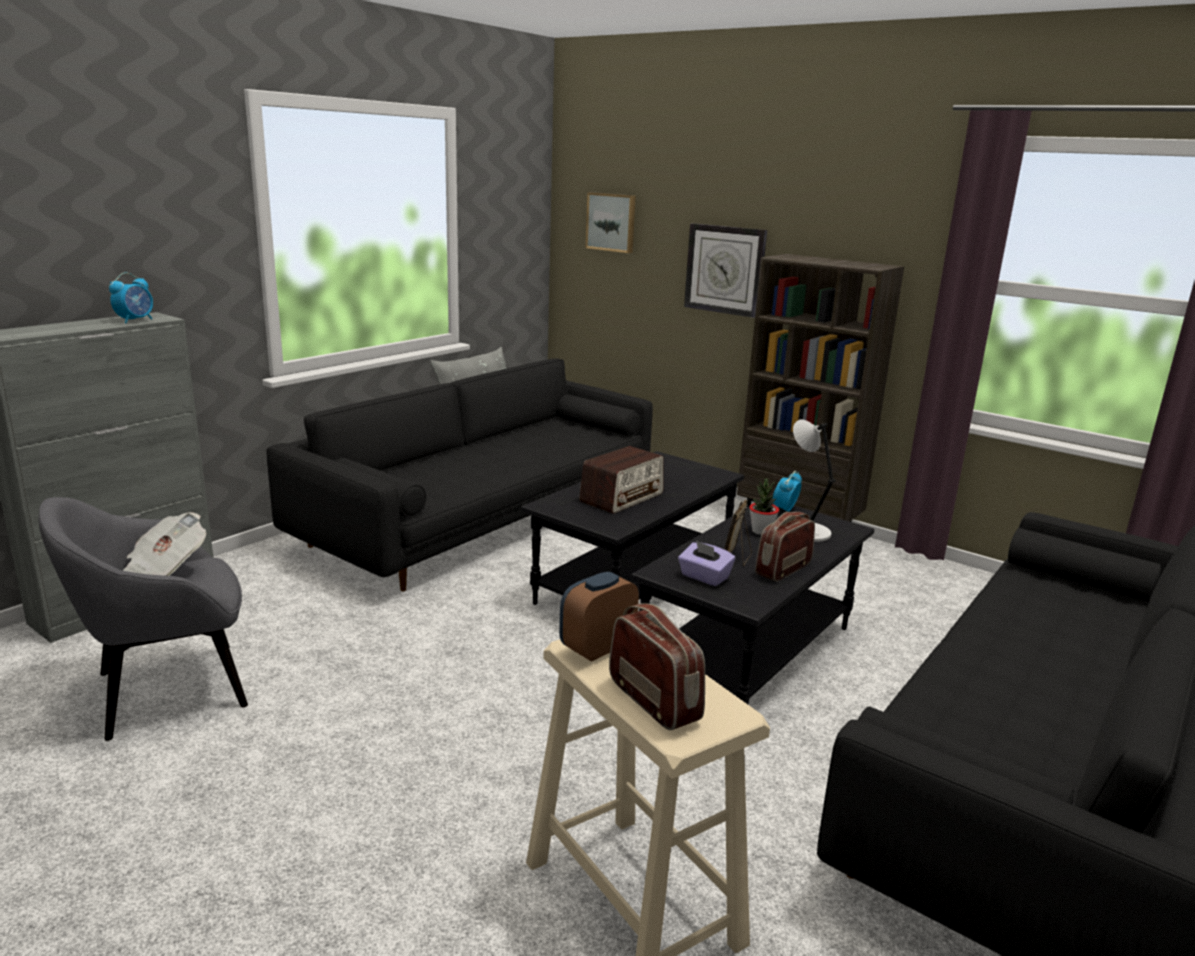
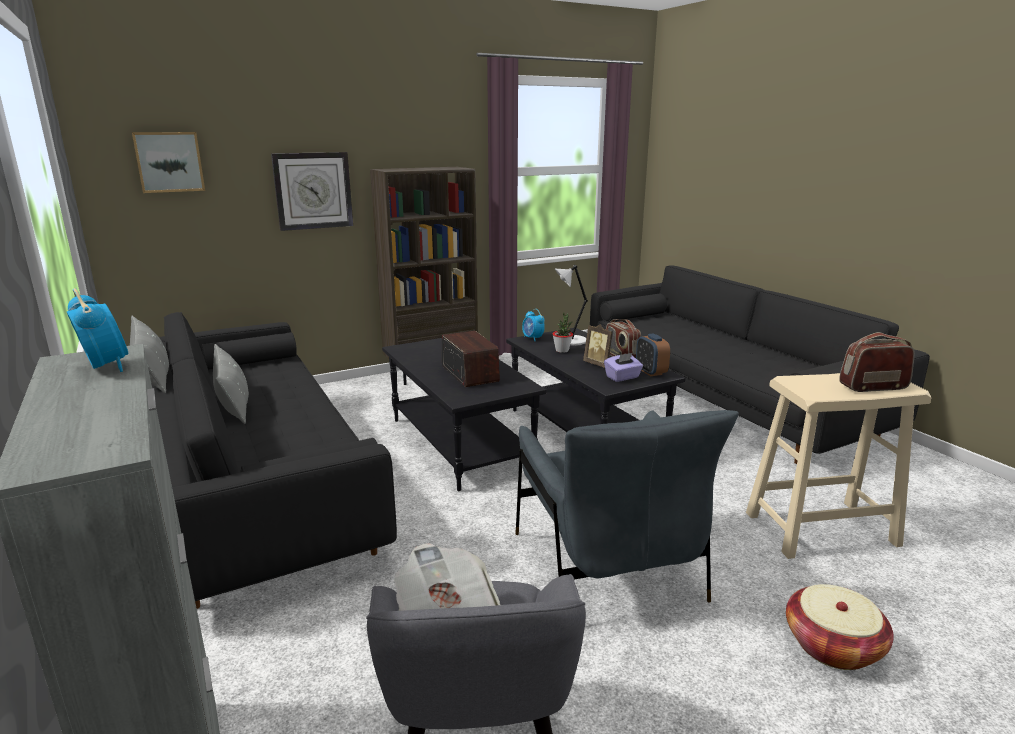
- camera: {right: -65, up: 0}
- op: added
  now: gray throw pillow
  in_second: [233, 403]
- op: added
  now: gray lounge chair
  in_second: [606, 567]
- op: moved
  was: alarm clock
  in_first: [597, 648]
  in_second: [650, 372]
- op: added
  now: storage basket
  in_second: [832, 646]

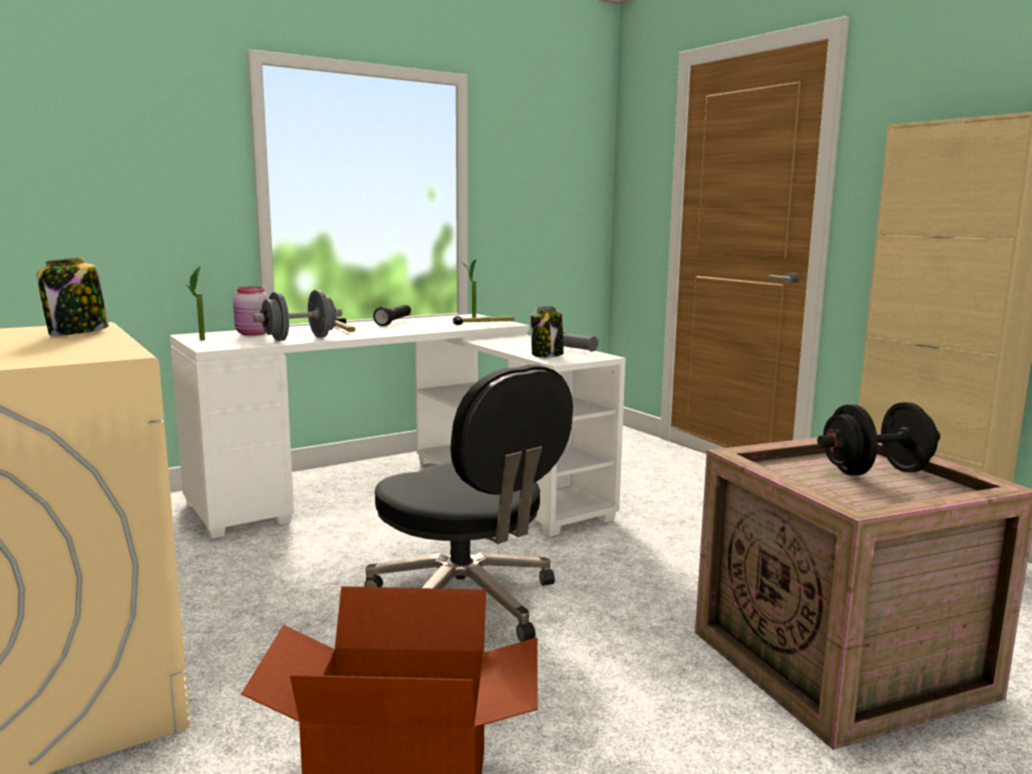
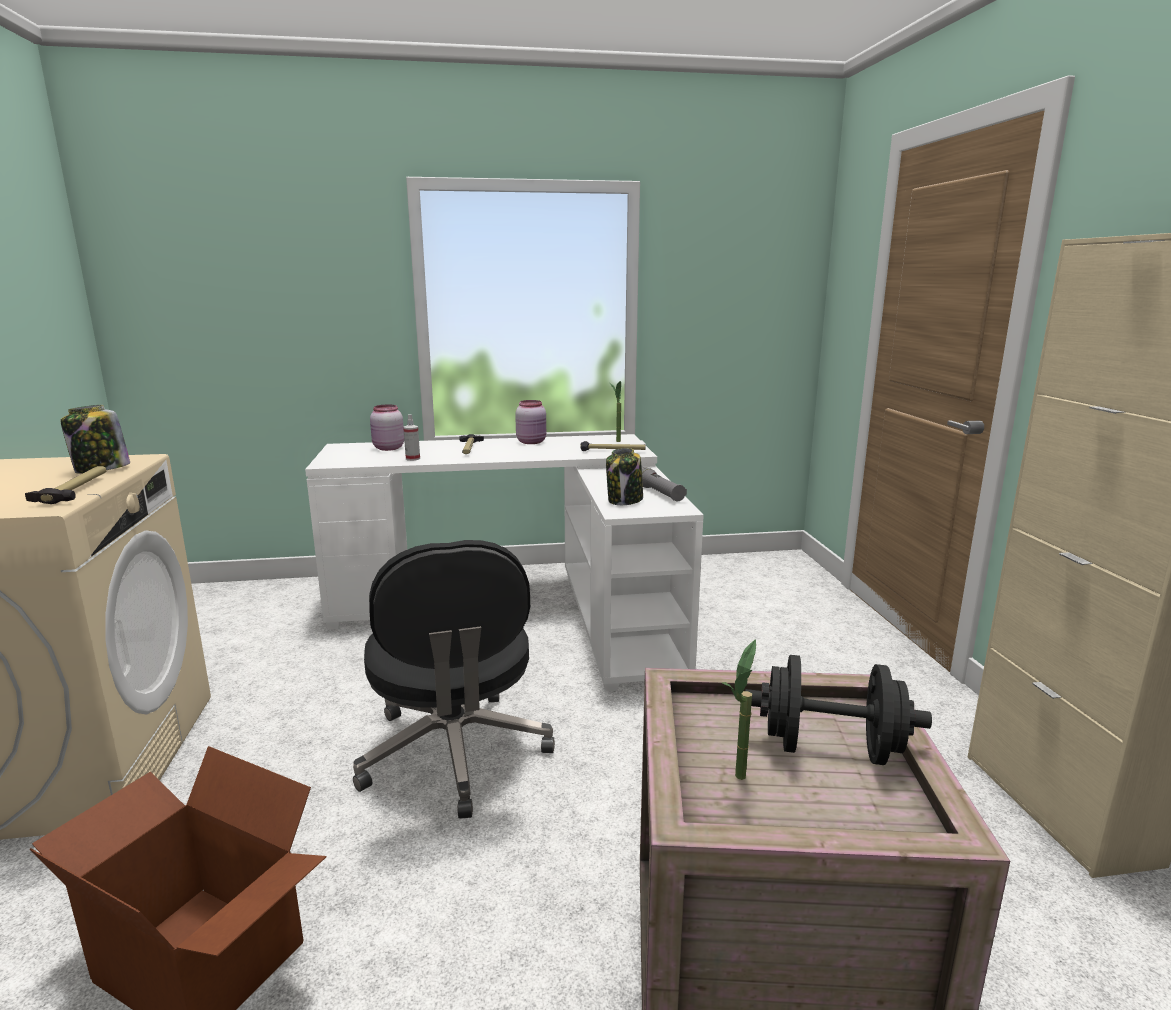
- camera: {right: 25, up: 5}
- op: added
  now: hammer
  in_second: [76, 490]
- op: replaced
  was: gray hand weight
  now: hand sprayer
  in_first: [299, 339]
  in_second: [413, 459]
- op: replaced
  was: black hand torch
  now: pinkish jar
  in_first: [394, 322]
  in_second: [532, 442]
- op: moved
  was: plant in a pot
  in_first: [200, 340]
  in_second: [738, 783]

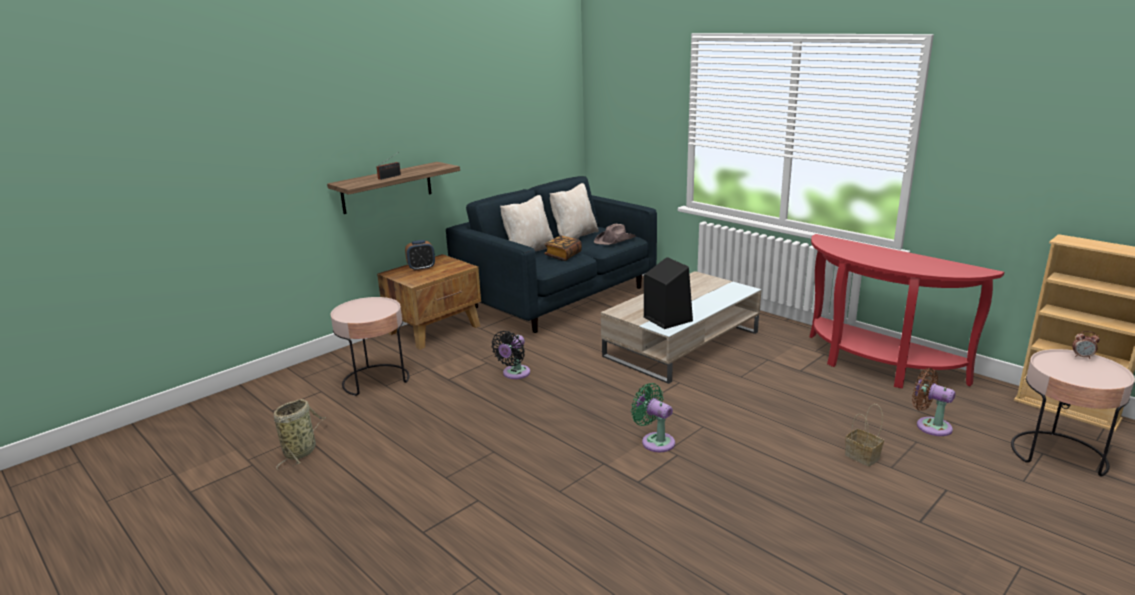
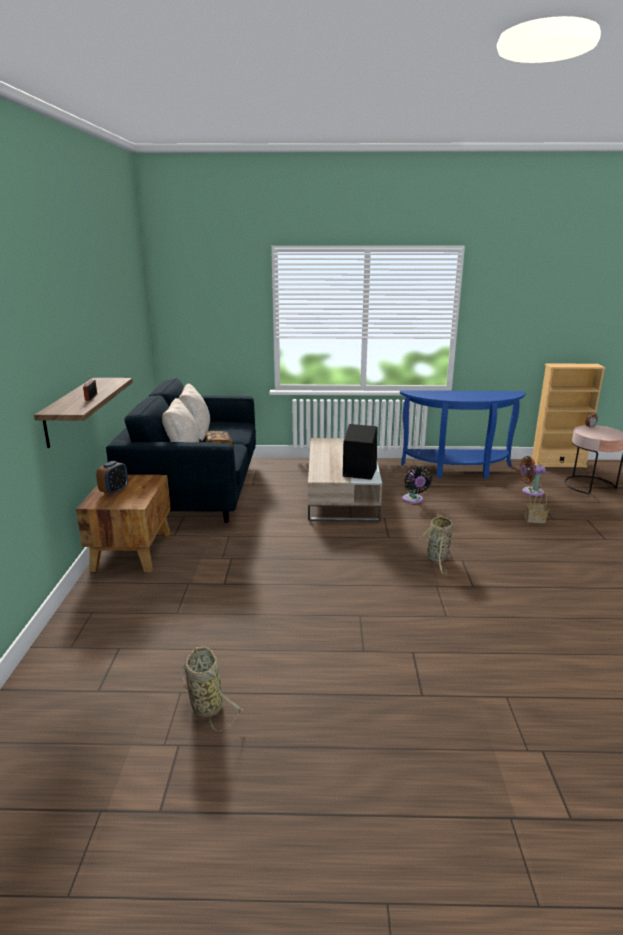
- camera: {right: -45, up: 0}
- op: recoloured
  was: red-coloured console table
  now: blue console table
  in_first: [875, 365]
  in_second: [457, 470]
- op: moved
  was: black electric fan
  in_first: [514, 374]
  in_second: [413, 500]
- op: replaced
  was: green-coloured electric fan
  now: storage basket
  in_first: [655, 441]
  in_second: [437, 558]
- op: removed
  was: pinkish side table
  in_first: [376, 380]
- op: removed
  was: brown-coloured wearable hat
  in_first: [615, 240]

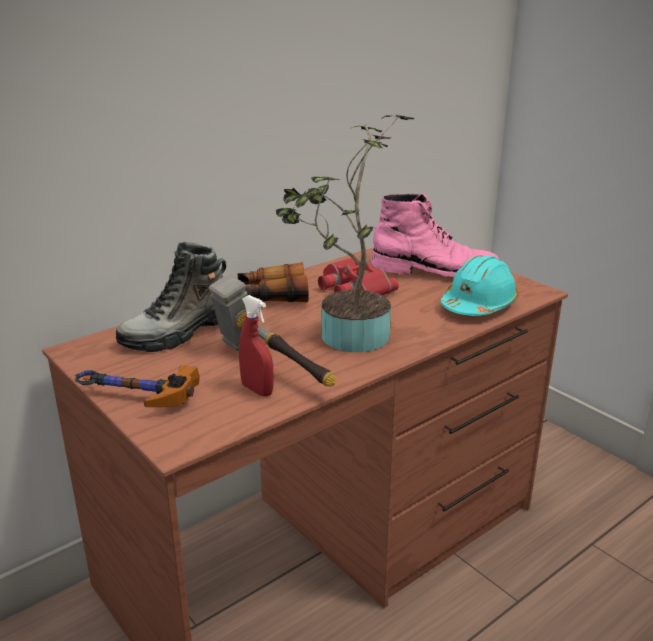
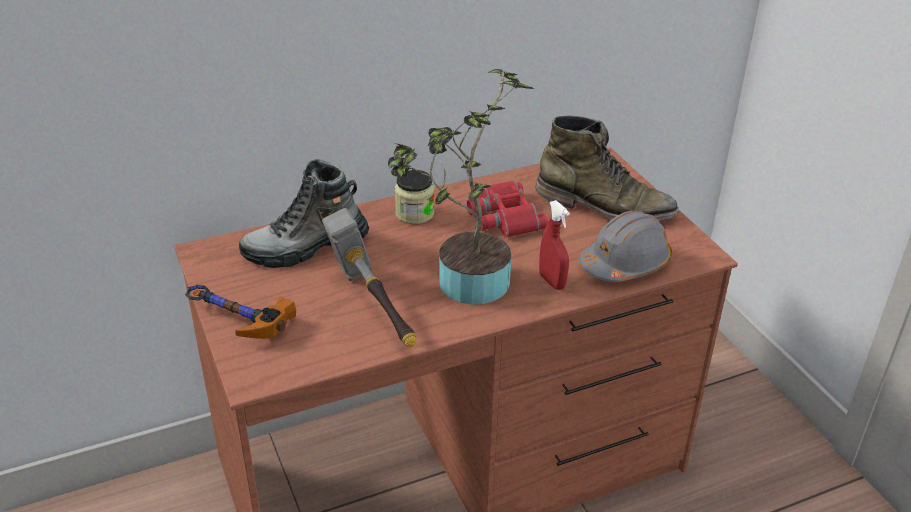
- camera: {right: 15, up: 10}
- op: replaced
  was: pair of binoculars
  now: jar
  in_first: [272, 296]
  in_second: [414, 214]
- op: recoloured
  was: pinkish boot
  now: green-coloured boot
  in_first: [435, 271]
  in_second: [604, 206]
- op: moved
  was: red-coloured hand sprayer
  in_first: [257, 390]
  in_second: [552, 281]
- op: recoloured
  was: turquoise-coloured hard hat
  now: gray hard hat
  in_first: [478, 305]
  in_second: [625, 263]

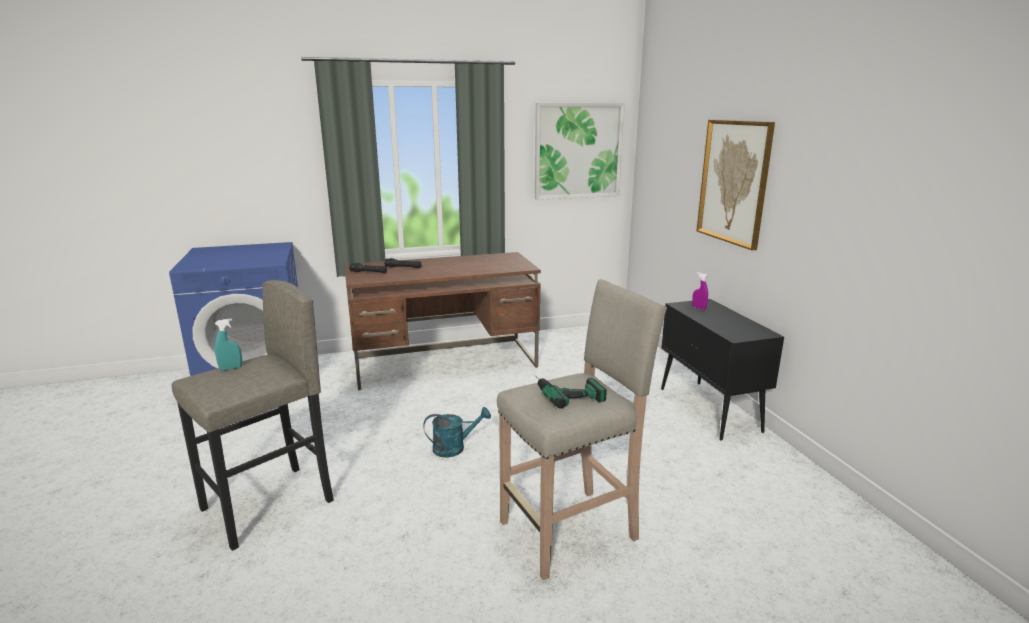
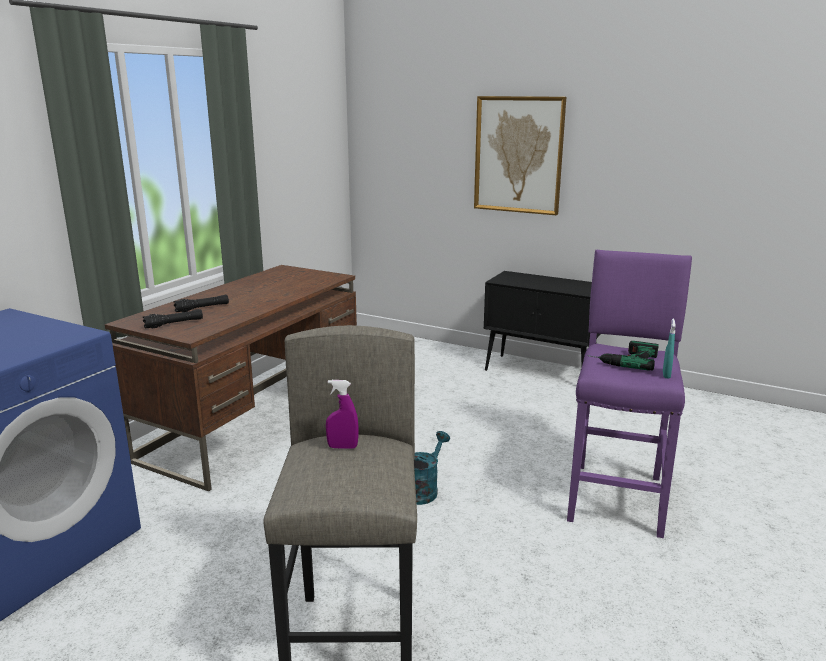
- camera: {right: -45, up: 0}
- op: moved
  was: purplish hand sprayer
  in_first: [699, 308]
  in_second: [342, 447]
- op: recoloured
  was: beige stool seat
  now: purplish stool seat
  in_first: [571, 530]
  in_second: [617, 496]
- op: moved
  was: turquoise-coloured hand sprayer
  in_first: [231, 368]
  in_second: [666, 374]
- op: removed
  was: picture
  in_first: [578, 151]

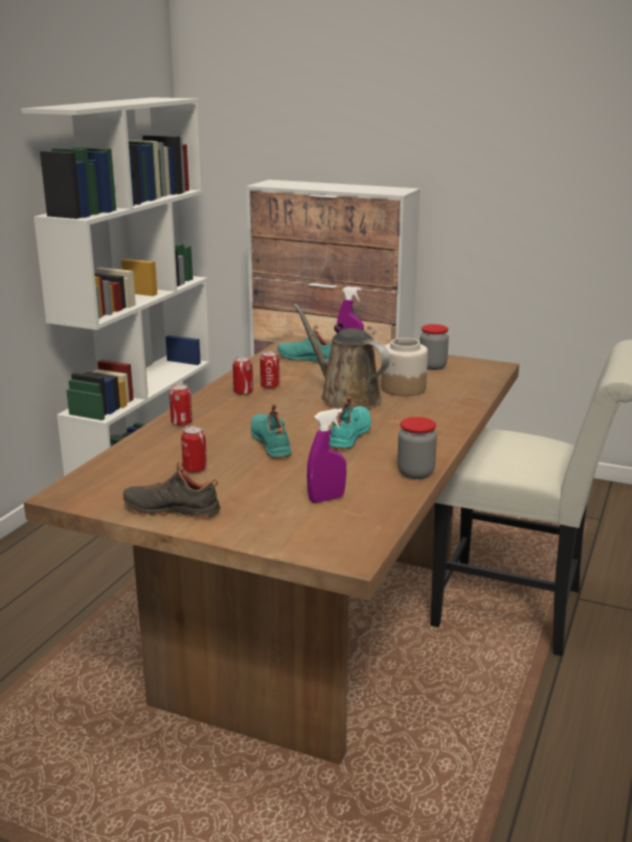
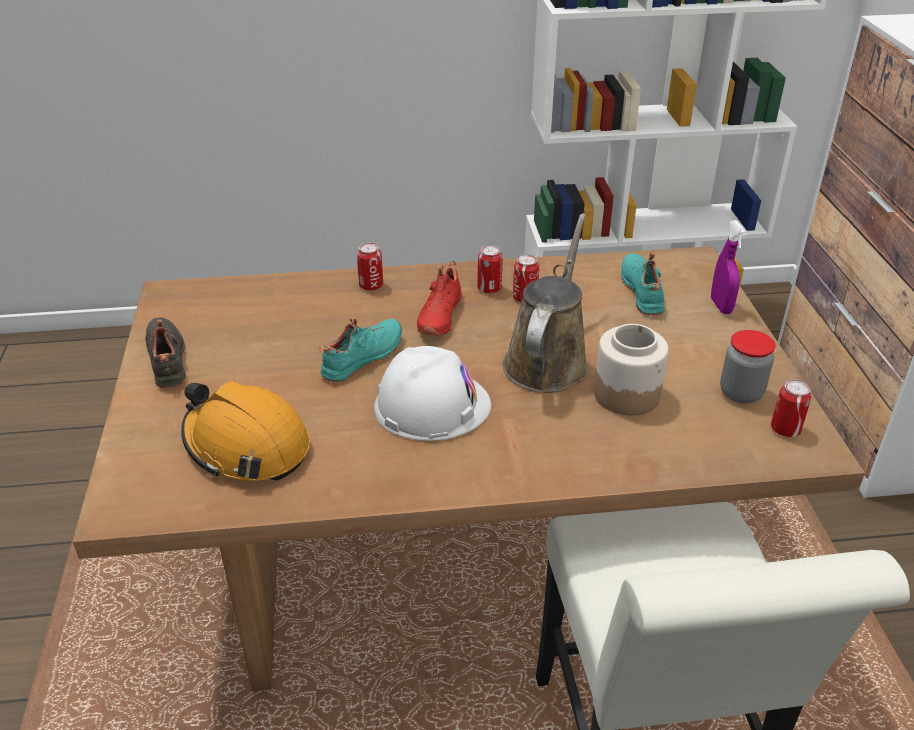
- camera: {right: 60, up: 15}
- op: replaced
  was: purplish hand sprayer
  now: orange-coloured hard hat
  in_first: [326, 499]
  in_second: [246, 446]
- op: replaced
  was: turquoise-coloured item of footwear
  now: whitish hard hat
  in_first: [351, 435]
  in_second: [432, 405]
- op: added
  now: red-coloured item of footwear
  in_second: [438, 316]
- op: moved
  was: sealed can
  in_first: [195, 469]
  in_second: [785, 429]
- op: removed
  was: jar
  in_first: [415, 473]

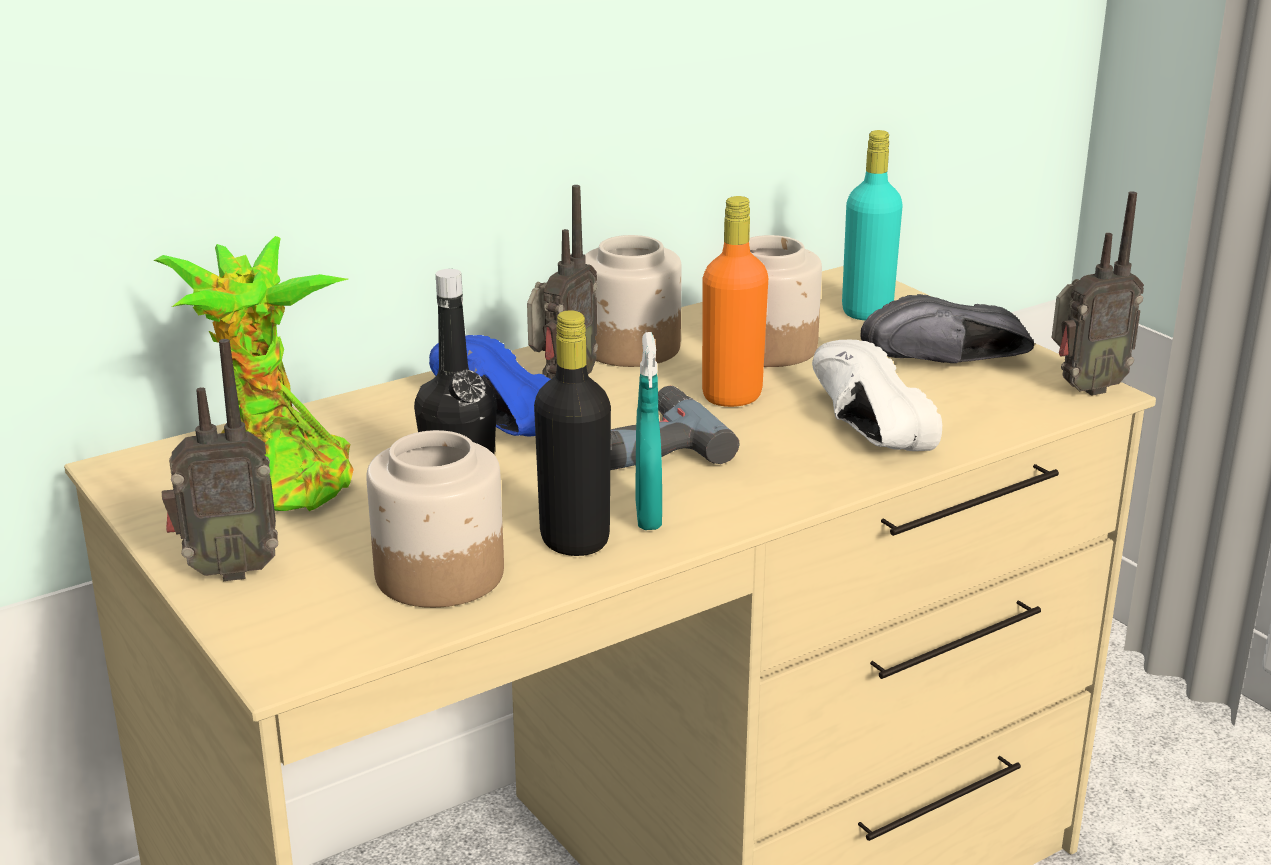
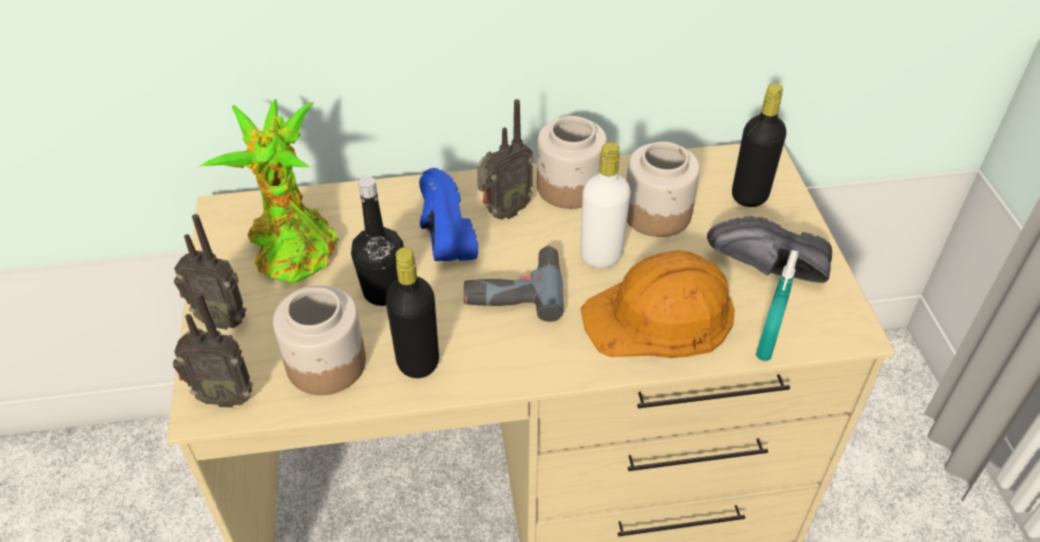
- camera: {right: 25, up: 20}
- op: moved
  was: radio set
  in_first: [1083, 388]
  in_second: [225, 396]
- op: recoloured
  was: orange-coloured drink bottle
  now: whitish drink bottle
  in_first: [732, 396]
  in_second: [601, 256]
- op: replaced
  was: whitish item of footwear
  now: orange-coloured hard hat
  in_first: [858, 428]
  in_second: [660, 315]
- op: recoloured
  was: turquoise-coloured drink bottle
  now: black drink bottle
  in_first: [867, 312]
  in_second: [749, 196]
- op: moved
  was: turquoise-coloured hand sprayer
  in_first: [648, 516]
  in_second: [766, 345]

